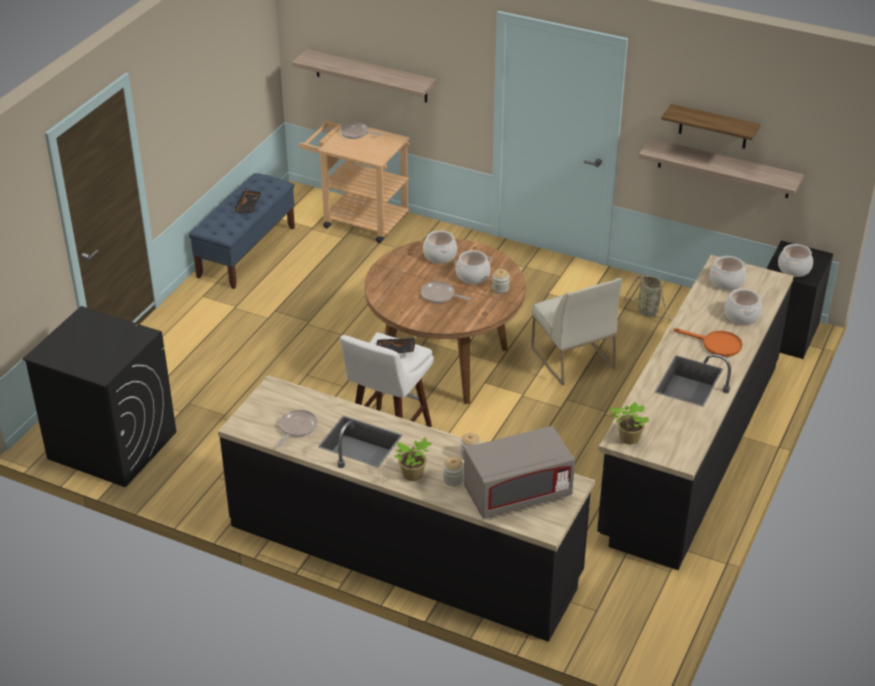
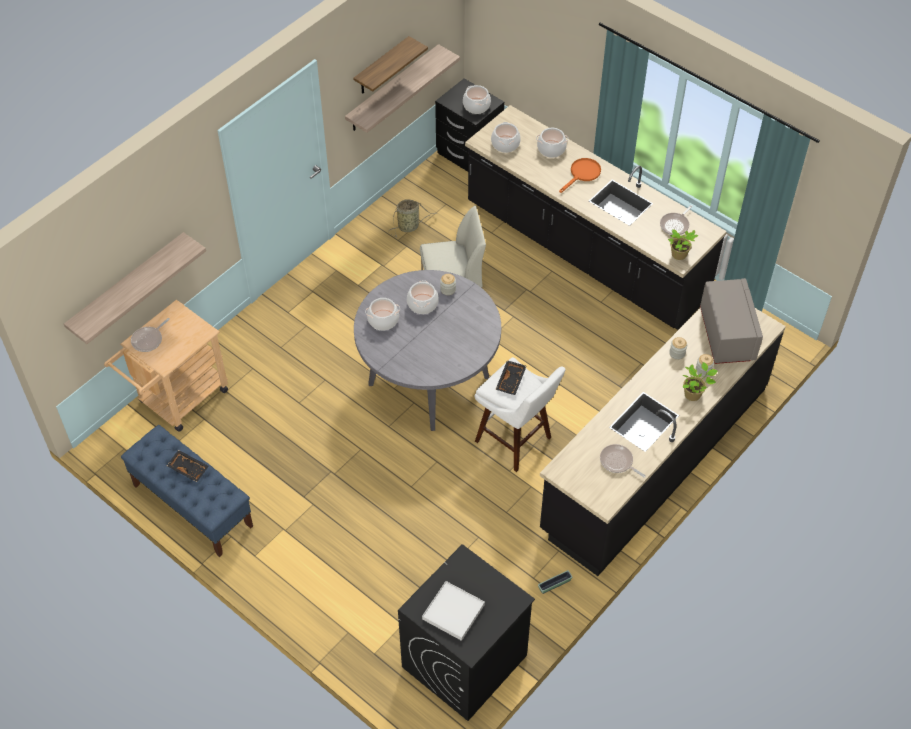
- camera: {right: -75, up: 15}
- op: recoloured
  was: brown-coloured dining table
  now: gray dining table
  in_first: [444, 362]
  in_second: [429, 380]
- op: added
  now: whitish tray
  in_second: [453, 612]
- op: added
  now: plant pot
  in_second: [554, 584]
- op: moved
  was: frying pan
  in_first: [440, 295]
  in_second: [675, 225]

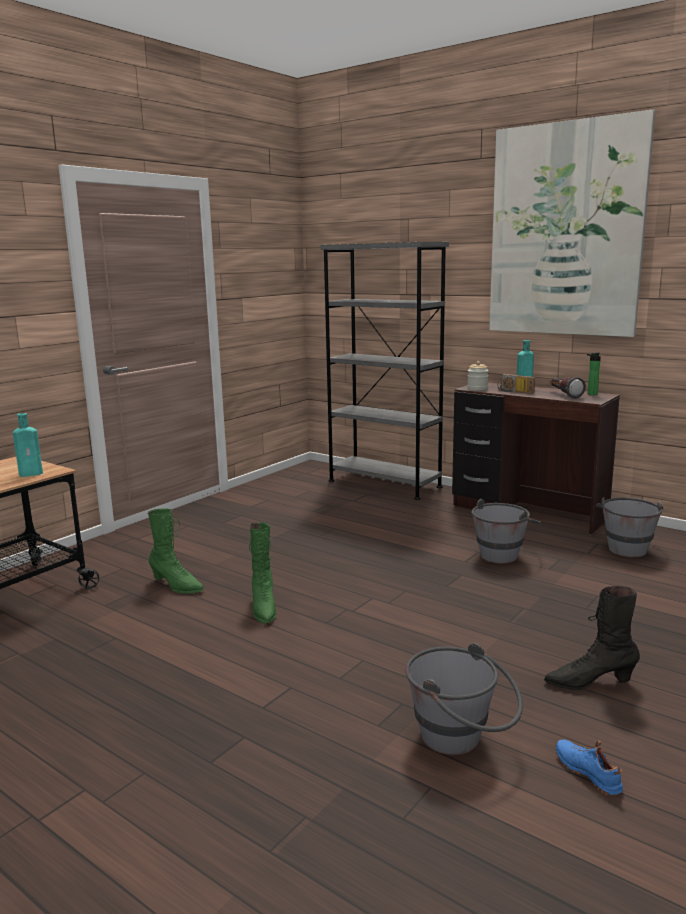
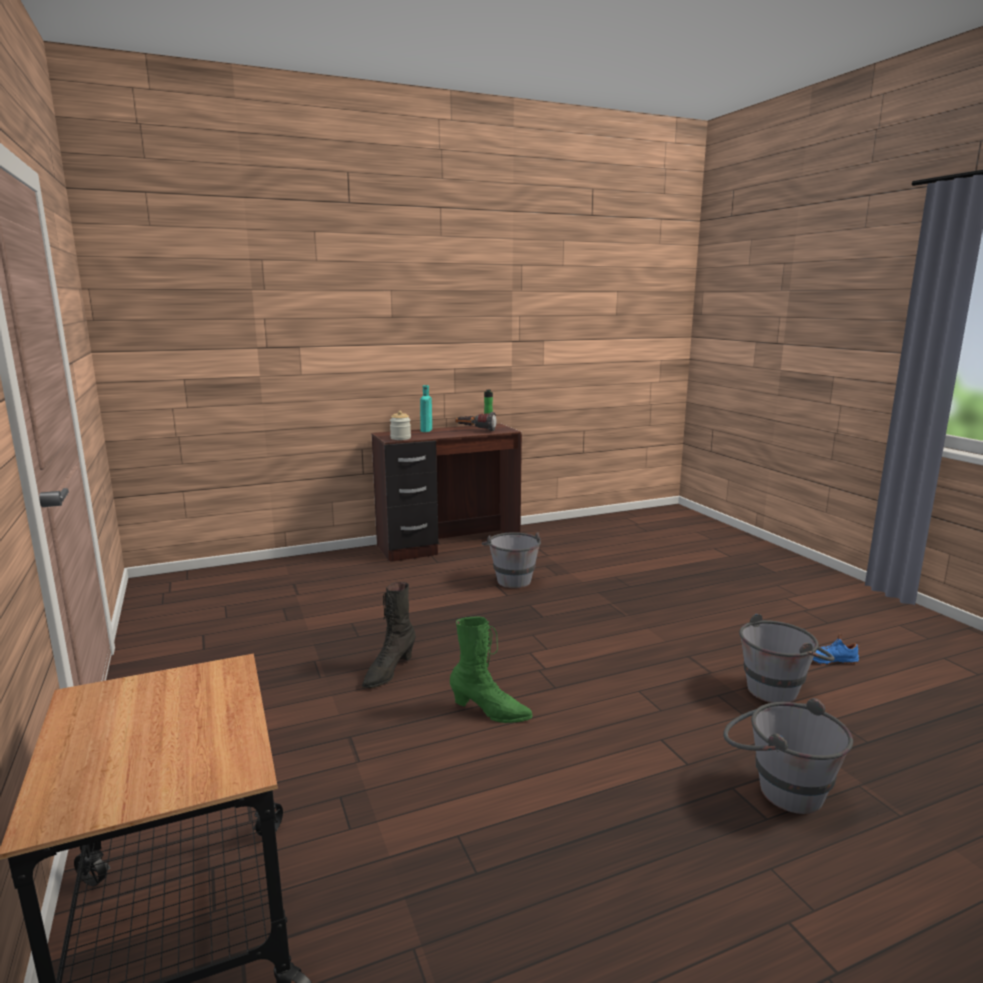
- camera: {right: -60, up: 0}
- op: moved
  was: black boot
  in_first: [589, 682]
  in_second: [388, 672]
- op: moved
  was: gray water bucket
  in_first: [626, 546]
  in_second: [777, 787]
- op: removed
  was: turquoise-coloured drink bottle
  in_first: [33, 474]
- op: removed
  was: green-coloured boot
  in_first: [176, 586]
- op: removed
  was: gray bookcase
  in_first: [384, 484]
- op: removed
  was: picture
  in_first: [565, 231]
- op: removed
  was: radio set
  in_first: [514, 391]

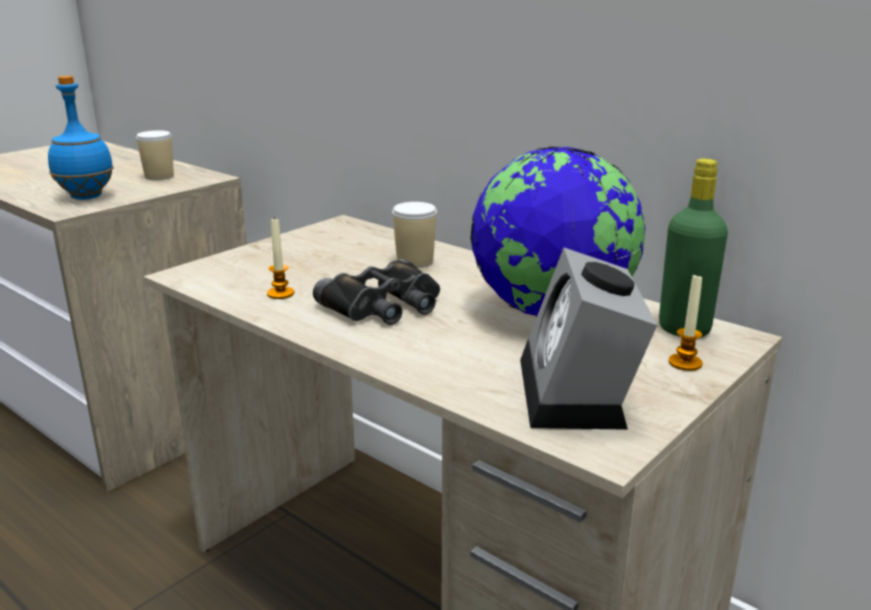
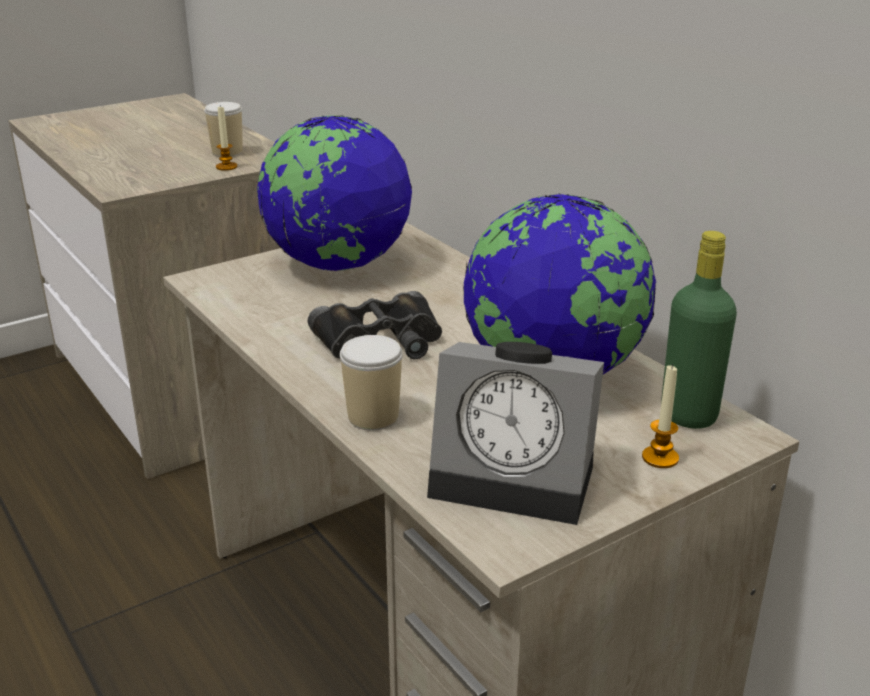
- camera: {right: 15, up: 5}
- op: moved
  was: wax light
  in_first: [280, 293]
  in_second: [226, 167]
- op: added
  now: world globe
  in_second: [337, 265]
- op: moved
  was: cup
  in_first: [415, 261]
  in_second: [373, 417]
- op: turned
  was: alarm clock
  in_first: [579, 394]
  in_second: [519, 478]
  clockwise: -90
- op: removed
  was: blue drink bottle
  in_first: [85, 197]

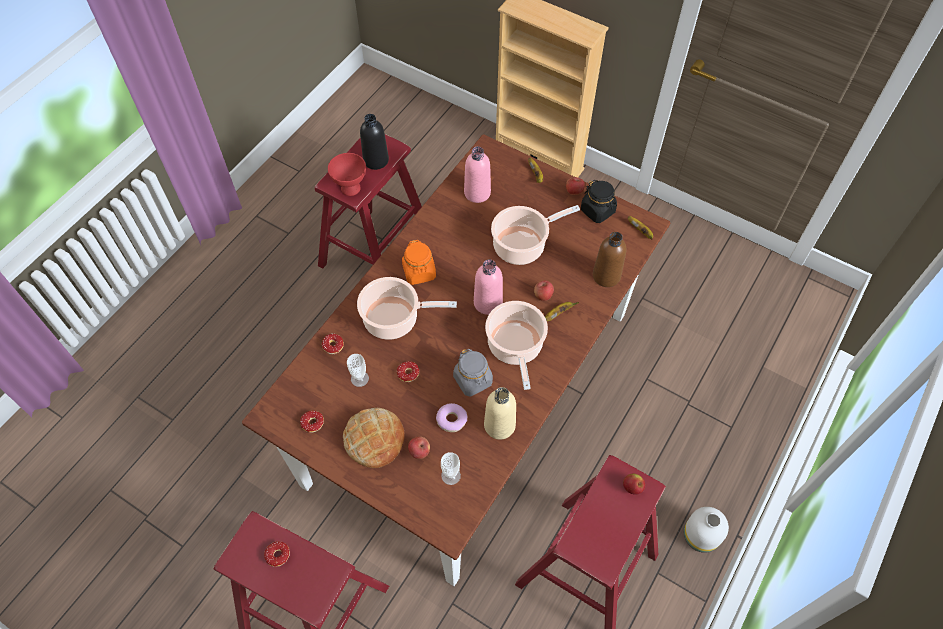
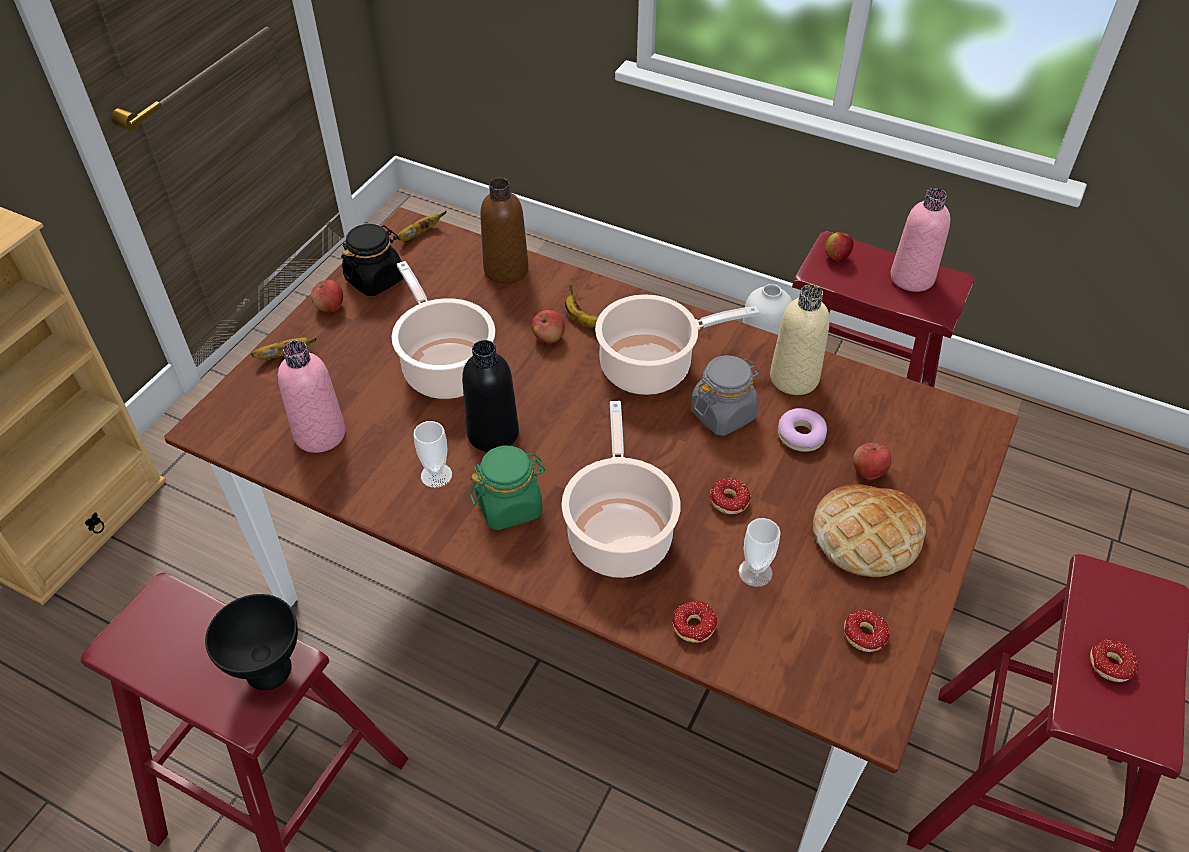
- camera: {right: -95, up: -10}
- op: recoloured
  was: red-coloured serving bowl
  now: black serving bowl
  in_first: [350, 188]
  in_second: [267, 671]
- op: moved
  was: cup
  in_first: [451, 475]
  in_second: [436, 475]
- op: moved
  was: black drink bottle
  in_first: [376, 160]
  in_second: [493, 434]
- op: recoloured
  was: orange-coloured jar
  now: green-coloured jar
  in_first: [419, 272]
  in_second: [510, 506]
- op: moved
  was: pinkish drink bottle
  in_first: [488, 303]
  in_second: [912, 278]

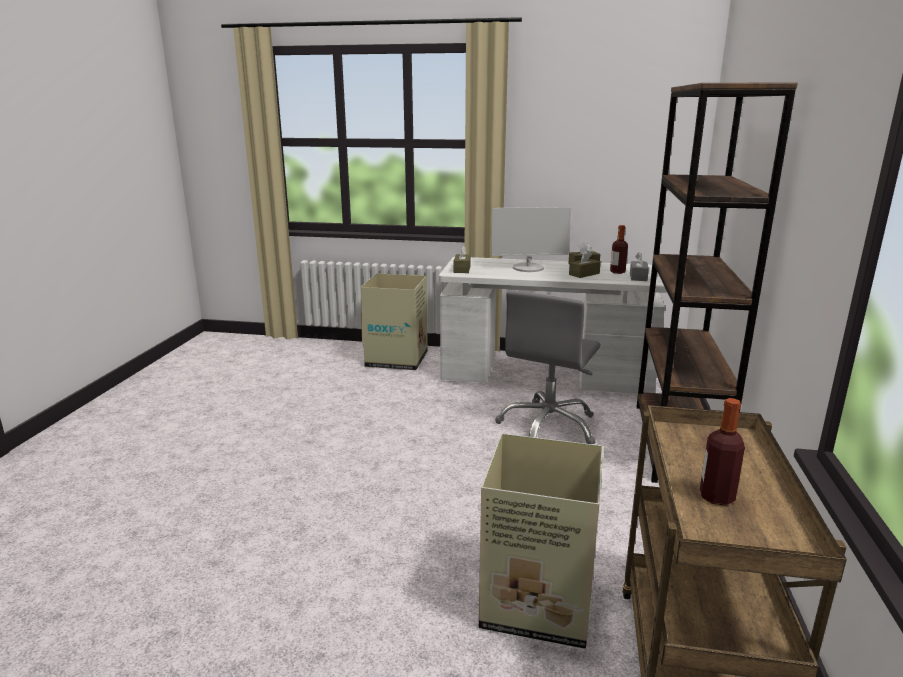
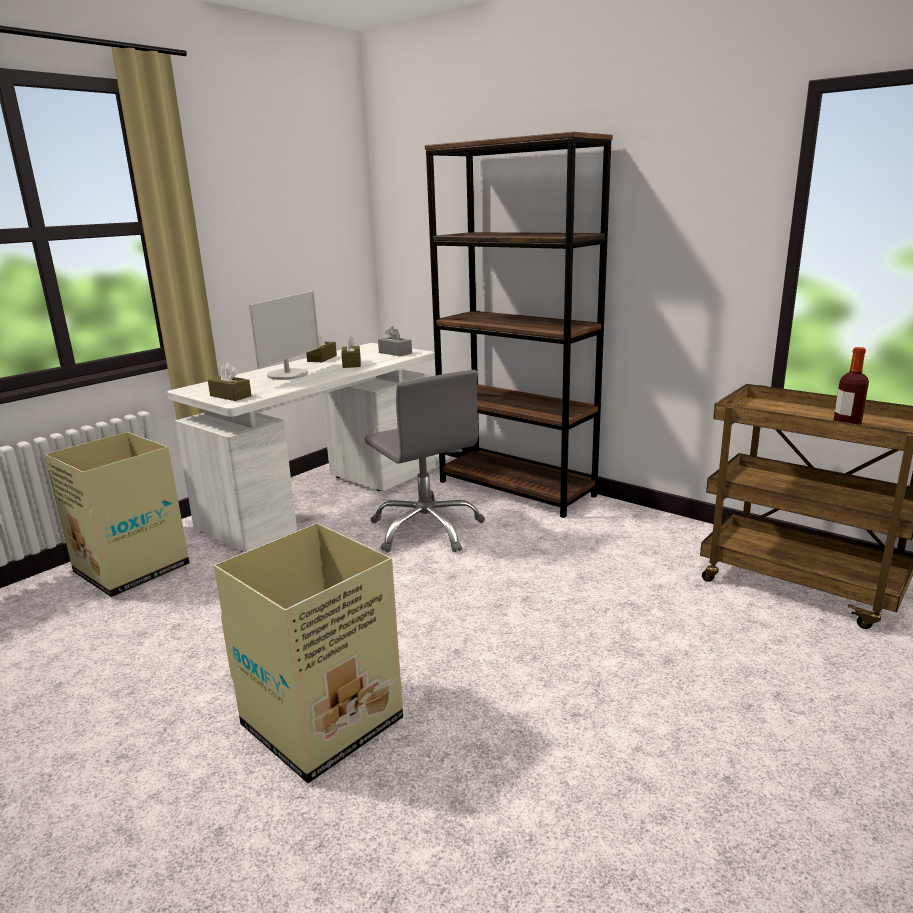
- camera: {right: -60, up: 0}
- op: moved
  was: carton
  in_first: [540, 603]
  in_second: [325, 721]
- op: removed
  was: drink bottle
  in_first: [617, 272]

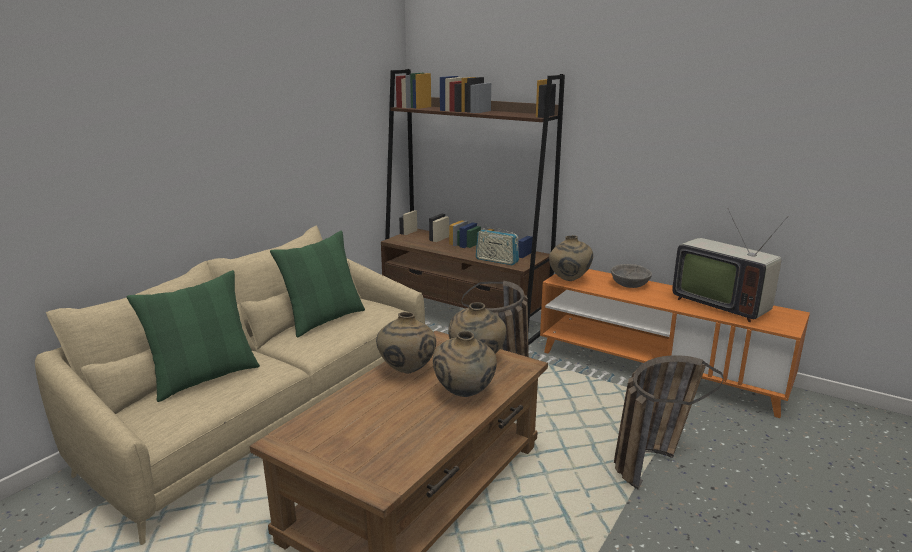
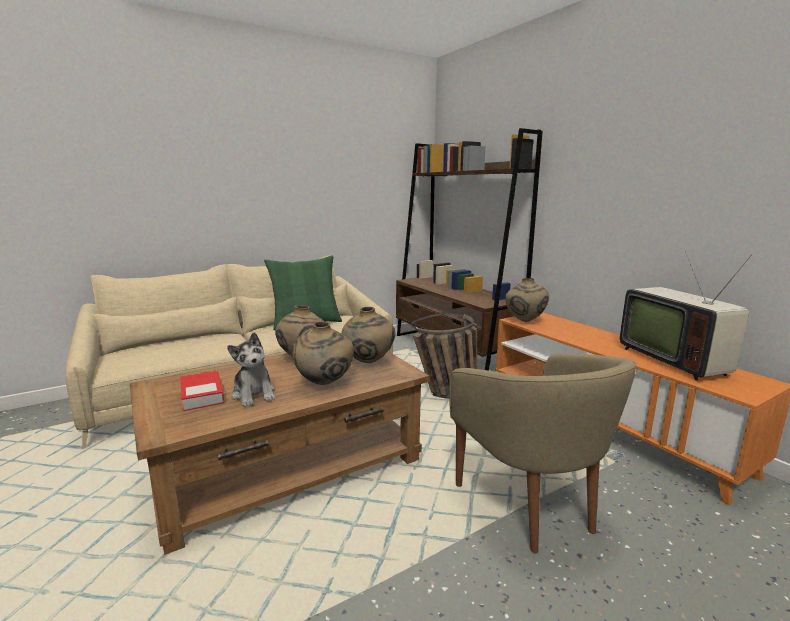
- camera: {right: 25, up: -5}
- op: added
  now: bound book
  in_second: [202, 395]
- op: added
  now: plush toy
  in_second: [254, 394]
- op: replaced
  was: storage basket
  now: beige lounge chair
  in_first: [653, 461]
  in_second: [529, 506]
- op: removed
  was: green-coloured throw pillow
  in_first: [204, 378]
- op: removed
  was: radio set
  in_first: [496, 261]
- op: removed
  was: gray serving bowl
  in_first: [630, 284]

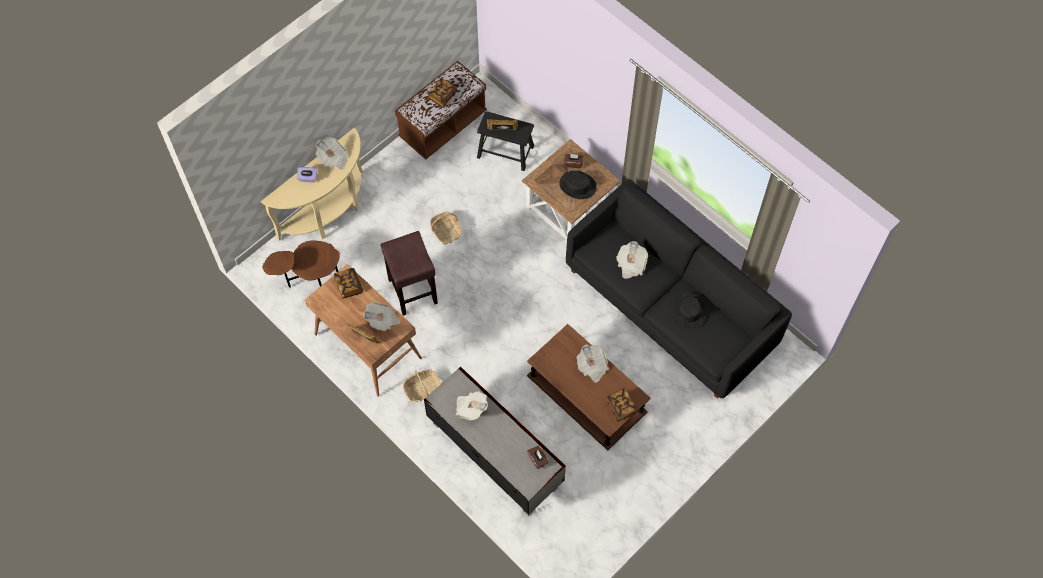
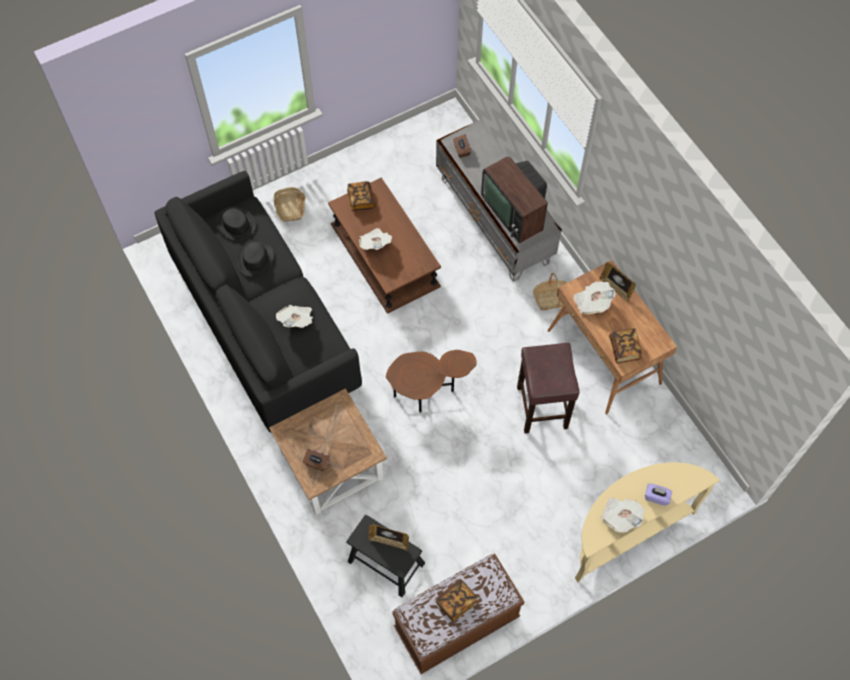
- camera: {right: -165, up: 0}
- op: moved
  was: black wearable hat
  in_first: [577, 185]
  in_second: [236, 224]
- op: moved
  was: storage basket
  in_first: [446, 231]
  in_second: [290, 208]
- op: moved
  was: brown-coloured side table
  in_first: [310, 280]
  in_second: [427, 393]
- op: replaced
  was: printed paper
  now: TV set
  in_first: [471, 408]
  in_second: [515, 209]

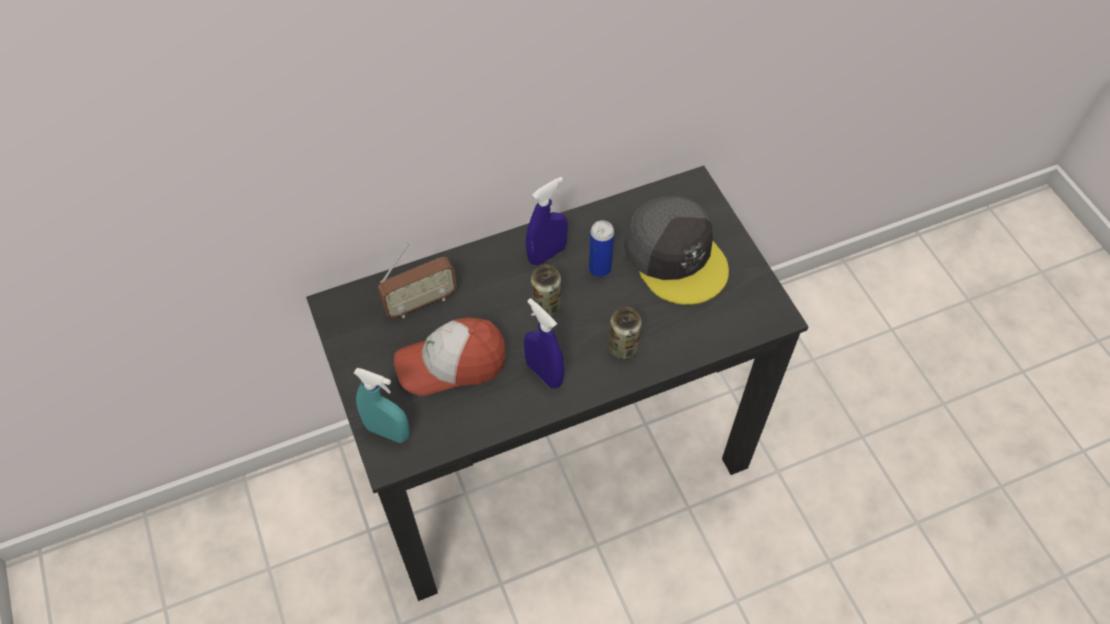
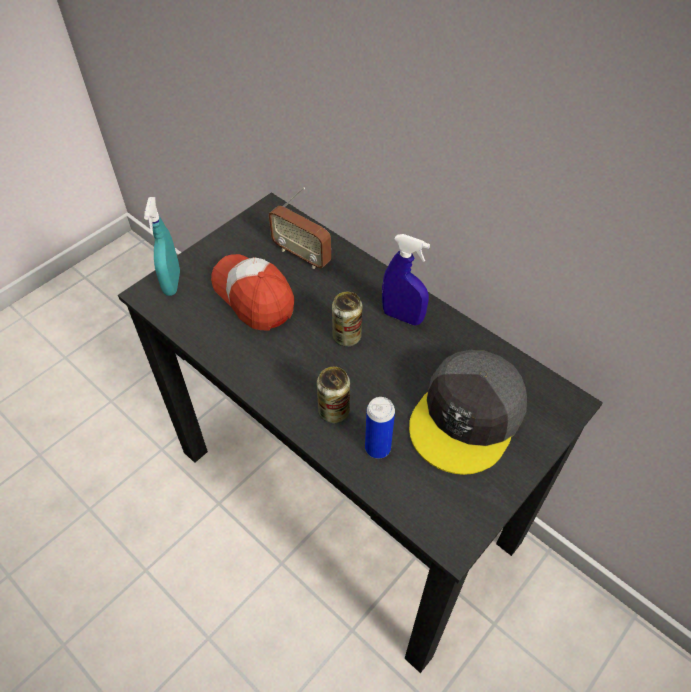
- camera: {right: 65, up: -5}
- op: moved
  was: sealed can
  in_first: [599, 269]
  in_second: [377, 448]
- op: removed
  was: blue hand sprayer
  in_first: [544, 373]

